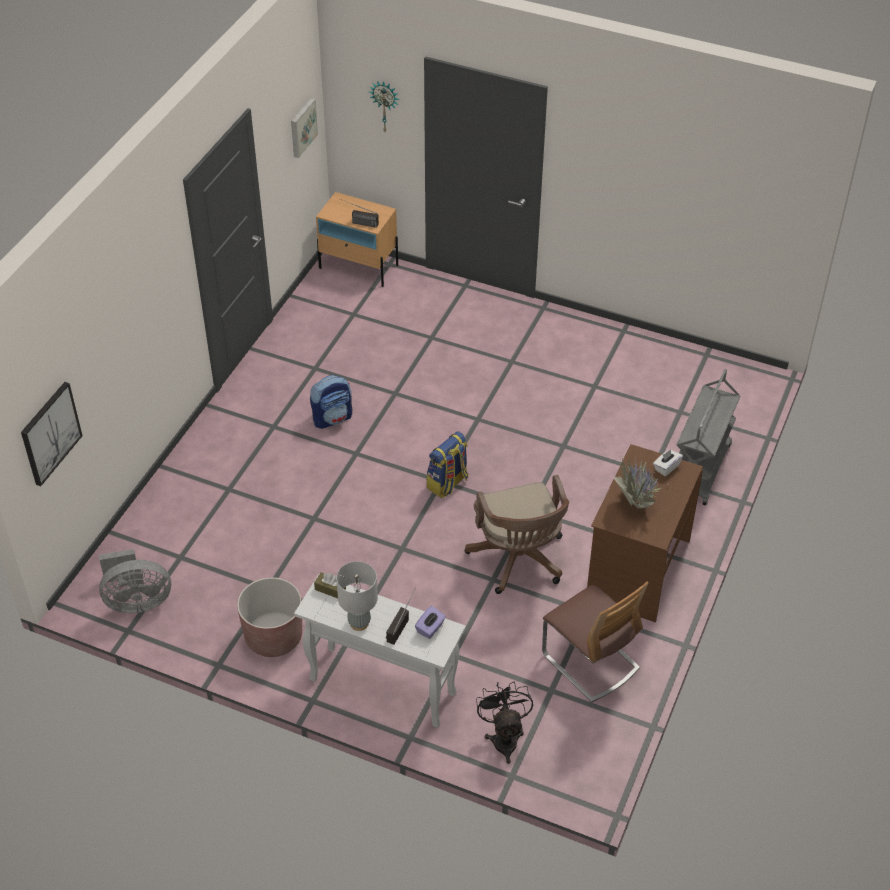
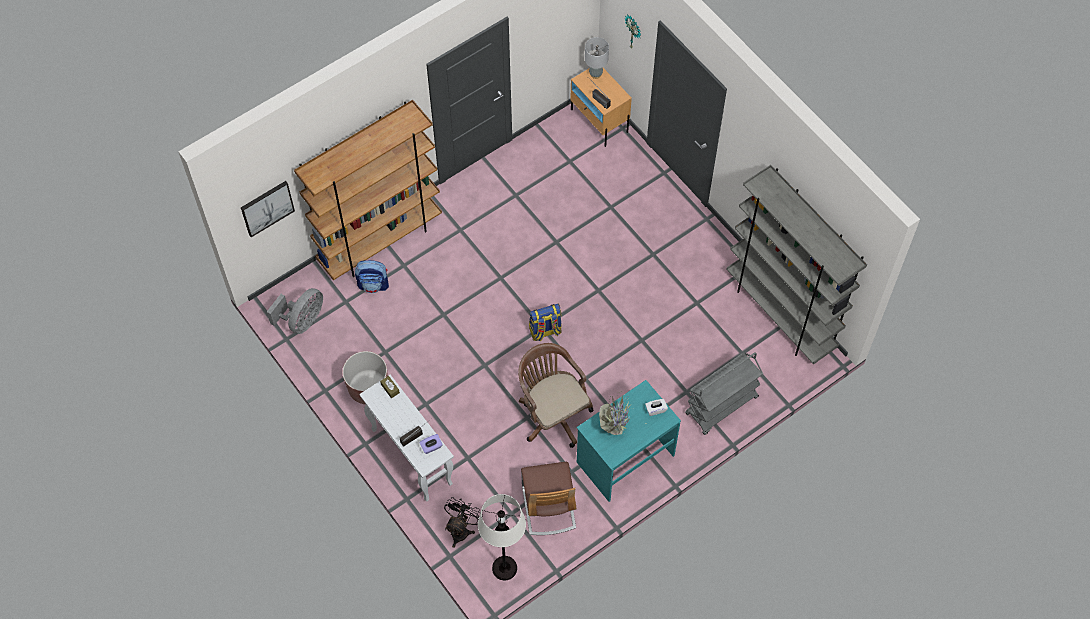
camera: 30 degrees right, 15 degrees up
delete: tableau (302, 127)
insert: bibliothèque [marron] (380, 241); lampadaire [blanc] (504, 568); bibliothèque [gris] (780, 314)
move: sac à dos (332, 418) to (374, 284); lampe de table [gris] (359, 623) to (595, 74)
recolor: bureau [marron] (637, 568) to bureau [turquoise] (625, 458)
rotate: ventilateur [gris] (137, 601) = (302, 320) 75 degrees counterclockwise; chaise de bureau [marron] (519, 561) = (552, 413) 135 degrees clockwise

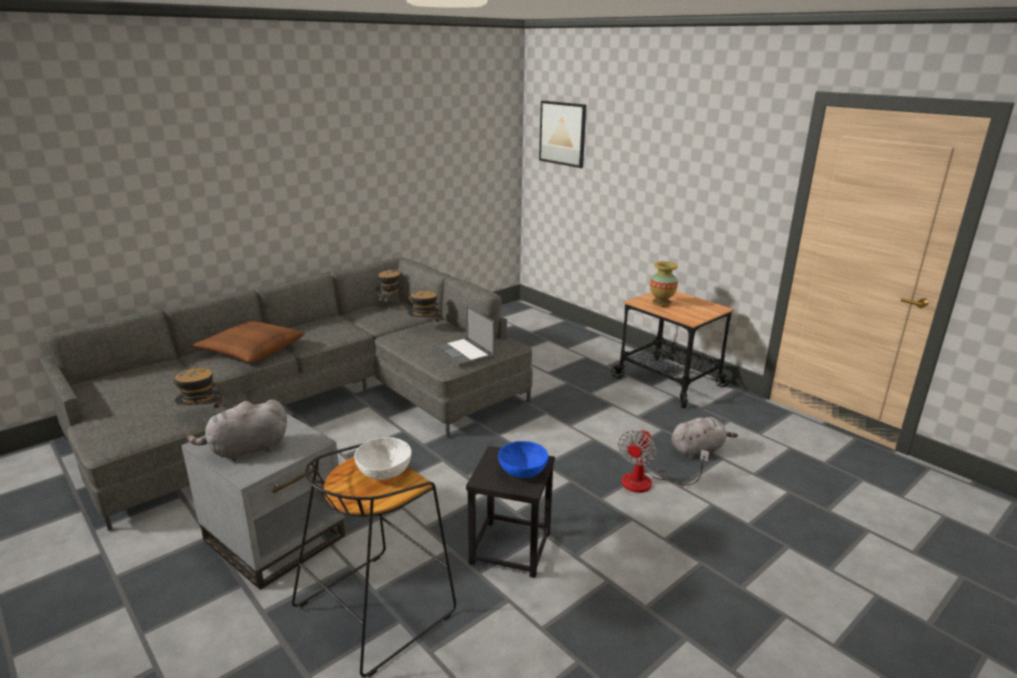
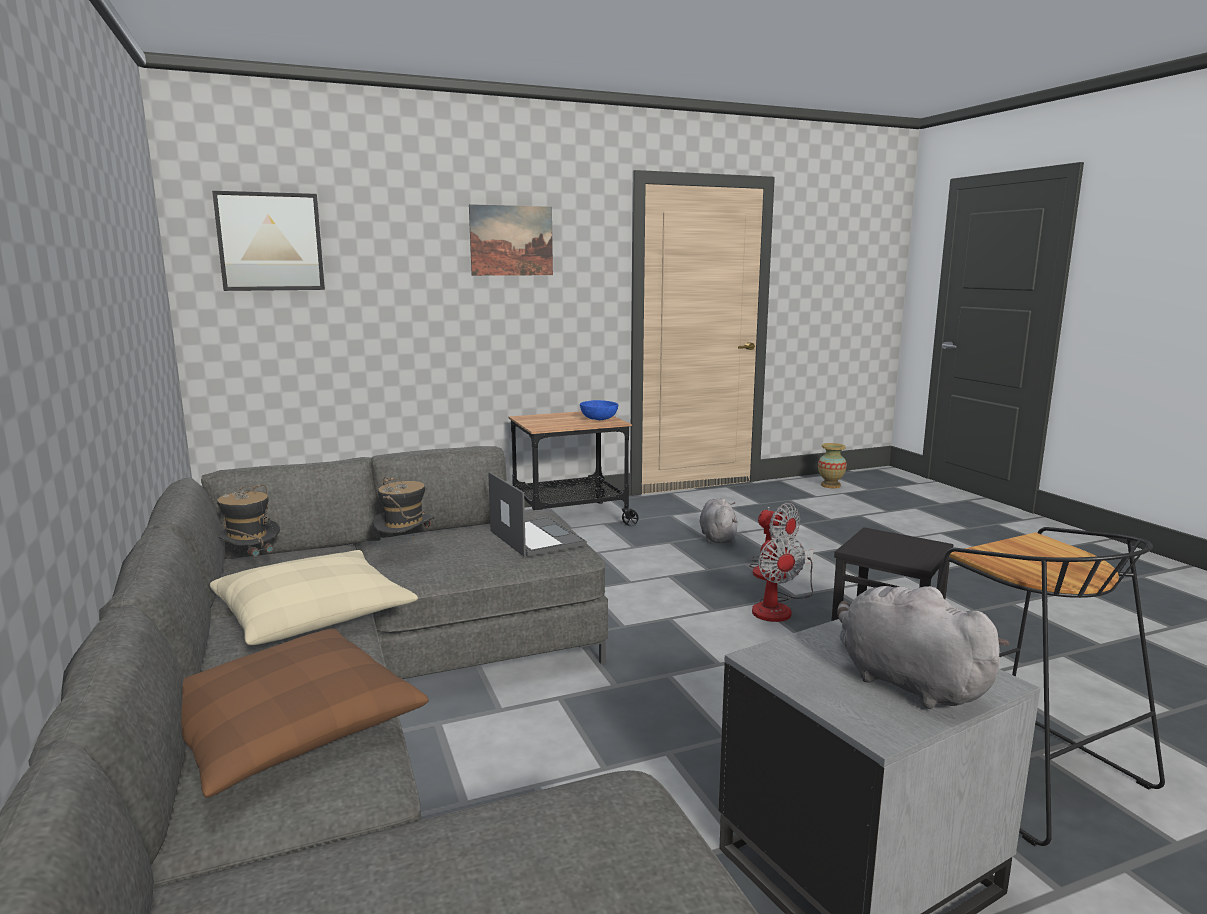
camera: 70 degrees left, 10 degrees down
delete: chapeau (202, 417); bol [blanc] (384, 471)
insert: coussin [beige] (313, 614); tableau (511, 240); ventilateur (778, 608)
move: bol [bleu] (522, 471) to (598, 419); vase (661, 303) to (830, 485)
rotate: ordinateur portable (464, 352) = (536, 537) 105 degrees counterclockwise; peluche [gris] (245, 450) = (905, 682) 150 degrees clockwise

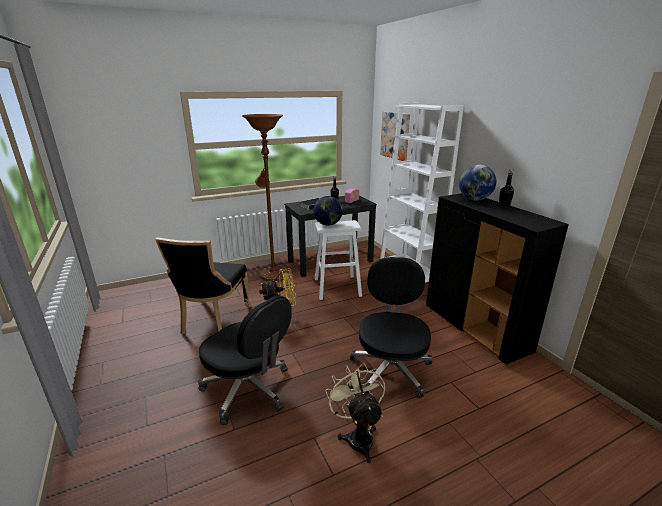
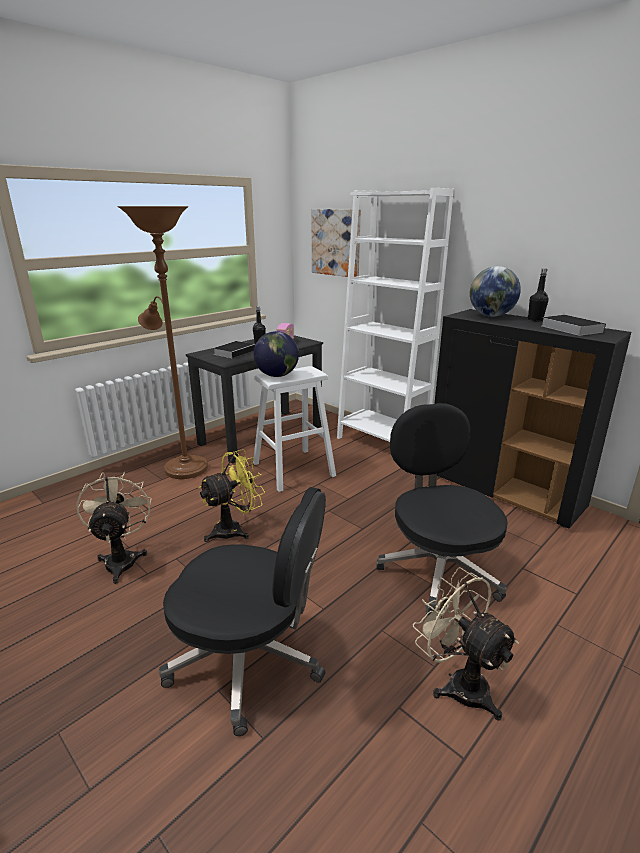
camera: 20 degrees left, 0 degrees up
insert: livre (569, 328)
replace: chaise [noir] (213, 320) to ventilateur [beige] (122, 559)

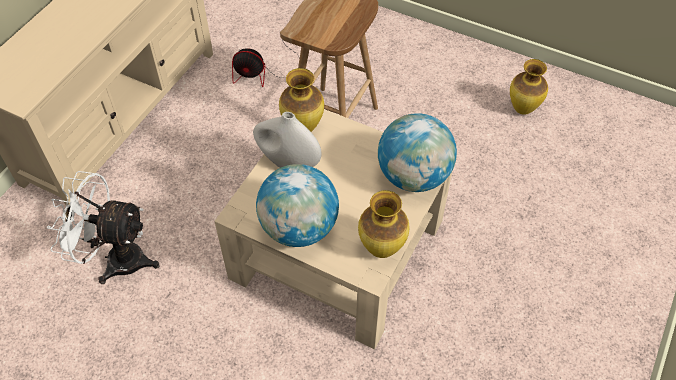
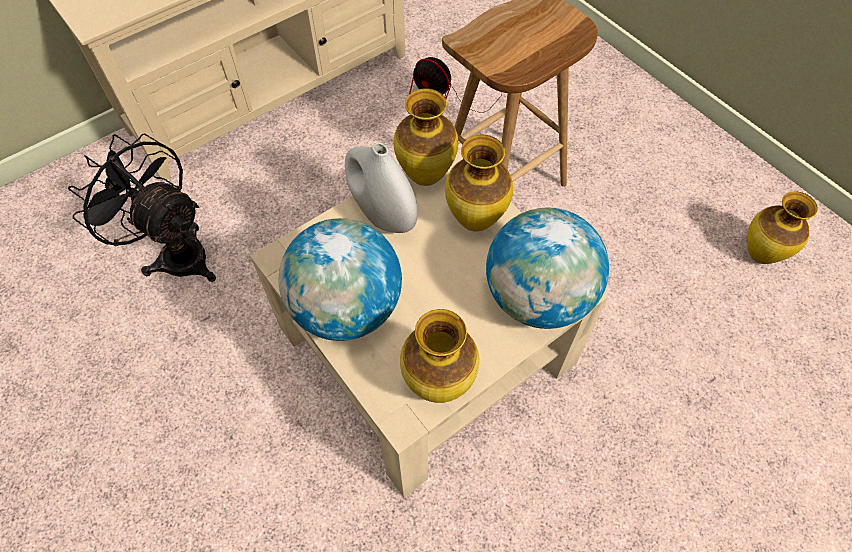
camera: 25 degrees right, 5 degrees up
insert: vase (474, 221)
recolor: ventilateur [blanc] (116, 259) to ventilateur [noir] (175, 253)

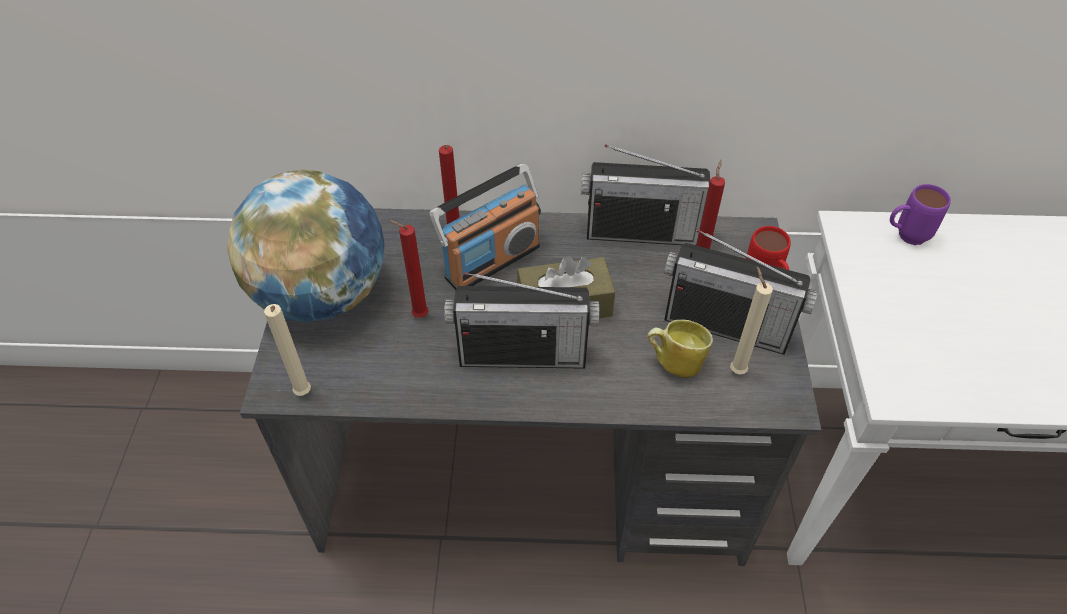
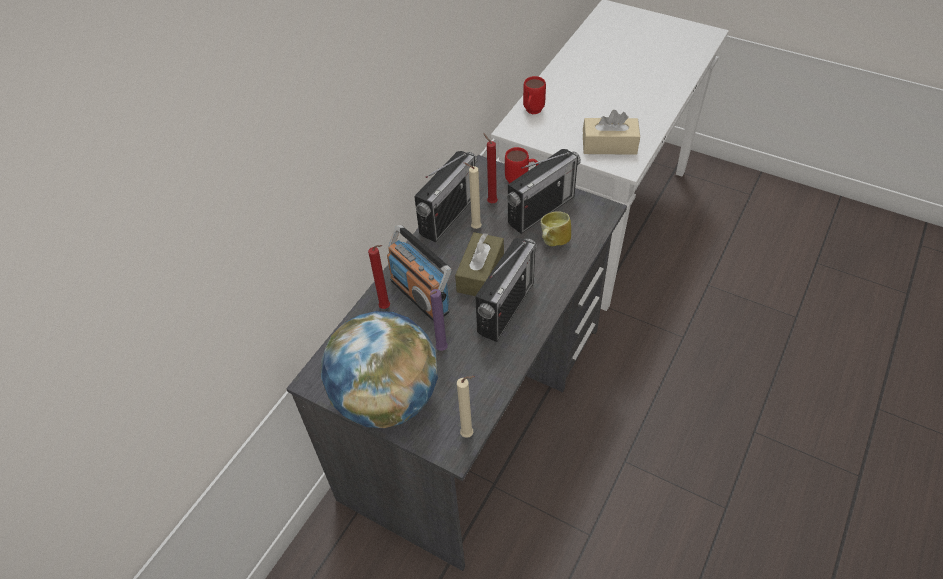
camera: 60 degrees left, 0 degrees up
insert: boîte à mouchoirs [beige] (609, 145)
move: bougie [beige] (735, 369) to (474, 228)
recolor: bougie [rouge] (417, 315) to bougie [violet] (441, 350); mug [violet] (904, 237) to mug [rouge] (532, 112)
rotate: radio (491, 261) = (420, 295) 150 degrees clockwise

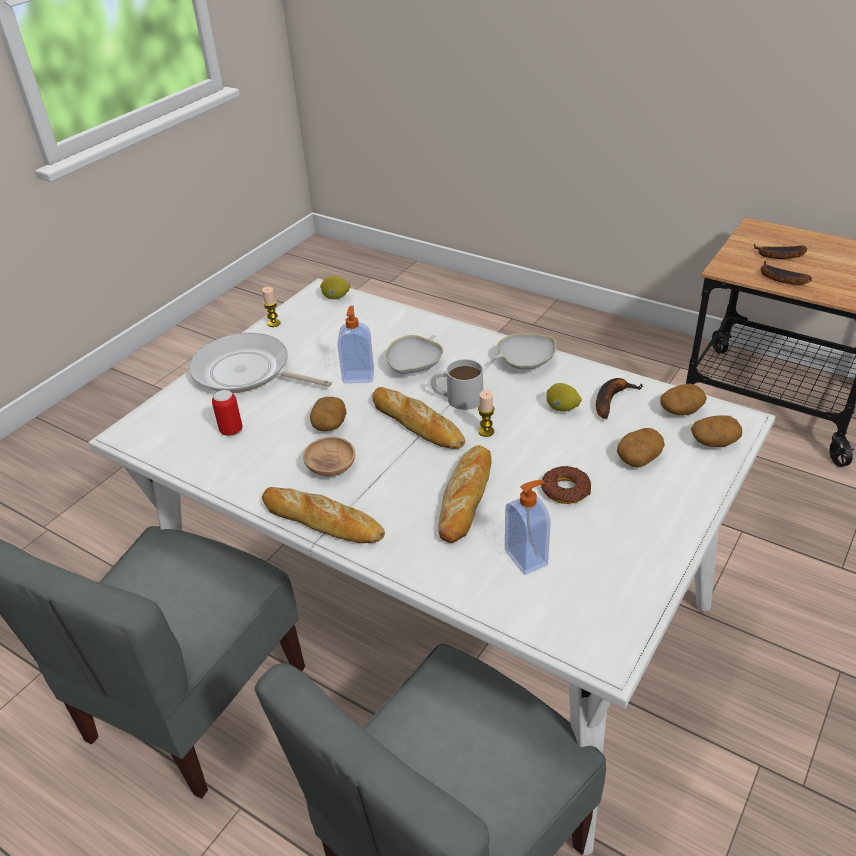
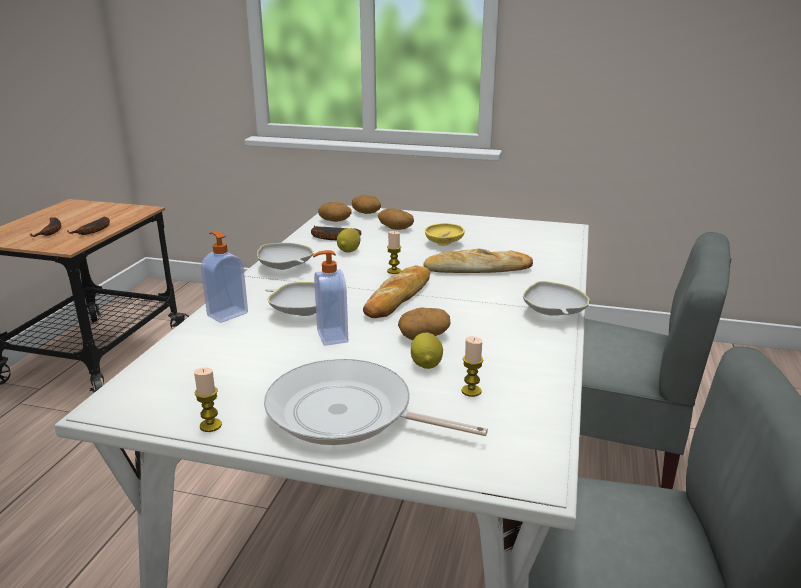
camera: 110 degrees left, 15 degrees down
delete: bol [marron] (331, 467); mug [blanc] (457, 398)
move: distributeur de savon (527, 557) to (227, 314); citron (335, 297) to (426, 364)
replace: beignet (565, 490) to bol [jaune] (444, 243); boîte métallique (231, 430) to bougie (471, 391); pain (322, 521) to bol [blanc] (553, 313)
rotate: poêle (246, 372) = (347, 414) 105 degrees clockwise

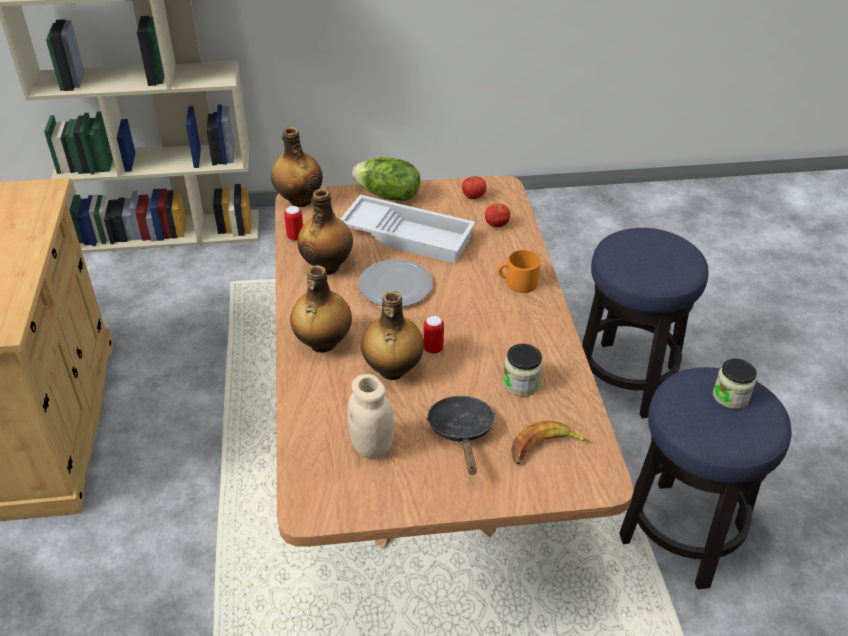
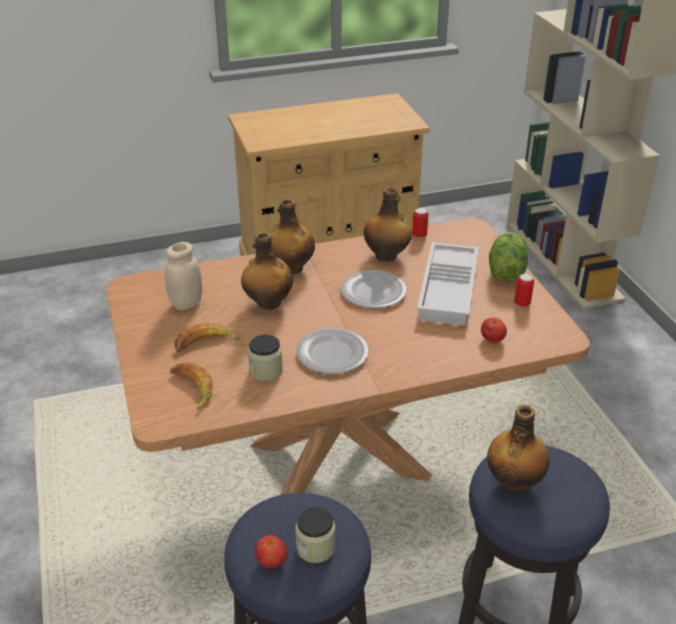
camera: 80 degrees right, 5 degrees down
delete: mug [orange] (517, 282)
insert: assiette (332, 354)
move: tomate (473, 197) to (271, 561); bouteille (299, 200) to (514, 483); boîte métallique (433, 349) to (522, 303)
replace: poêle [noir] (462, 432) to banane (205, 344)

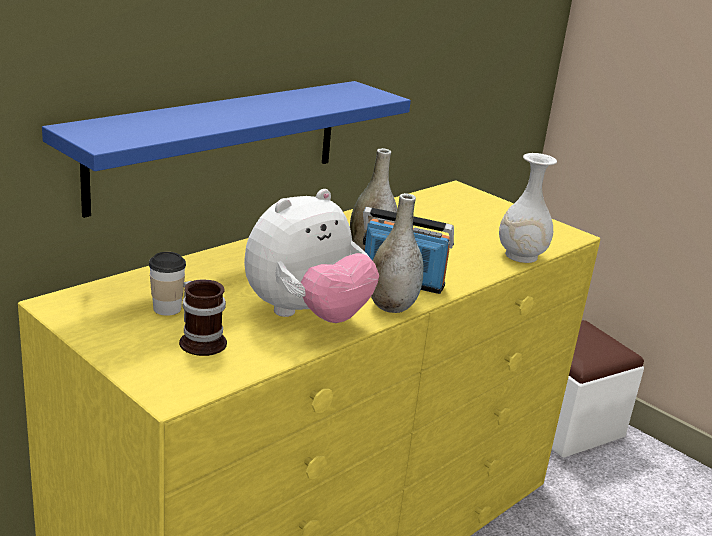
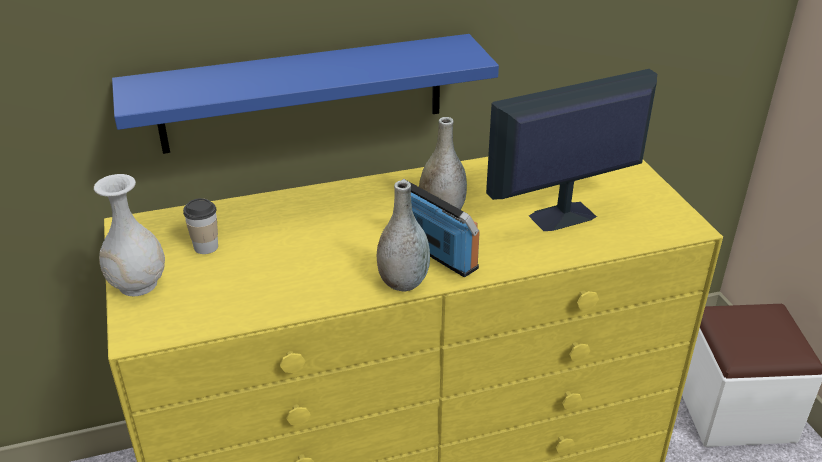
camera: 30 degrees right, 10 degrees up
delete: mug (202, 340); peluche (306, 315)
insert: écran d'ordinateur (561, 216)
move: vase [blanc] (520, 255) to (138, 284)

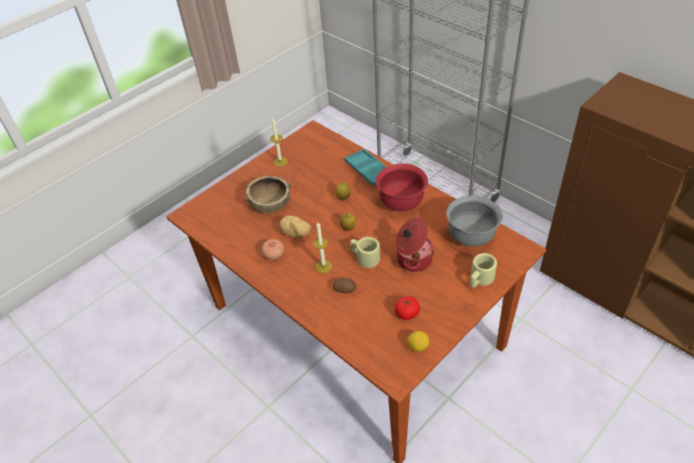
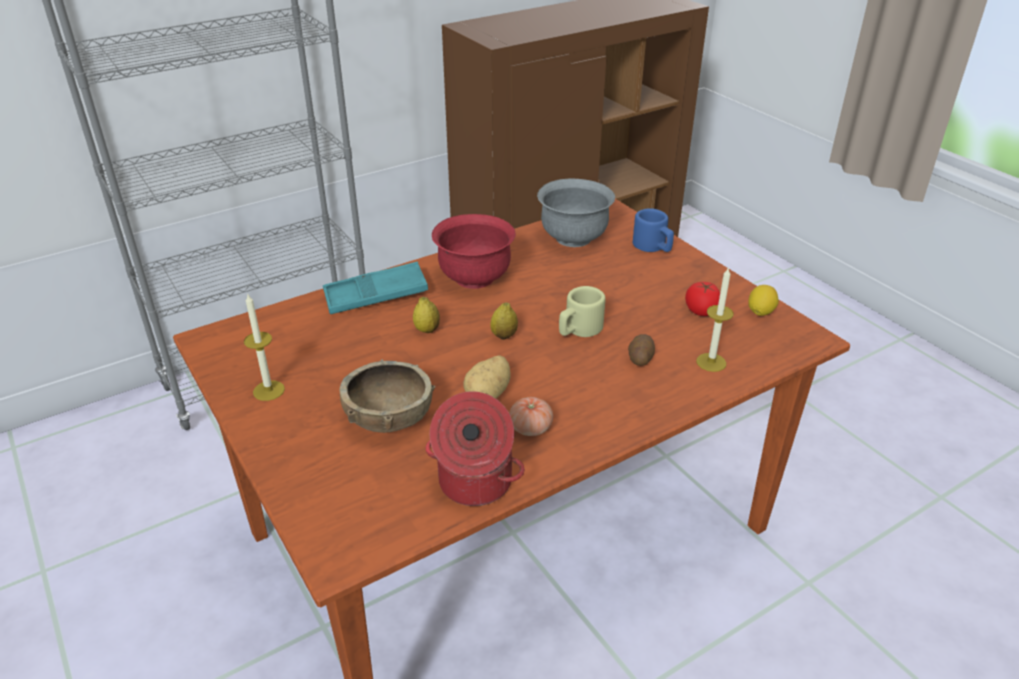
camera: 80 degrees left, 10 degrees down
move: marmite (413, 259) to (474, 483); bougie (323, 266) to (711, 362)
recolor: mug [beige] (480, 280) to mug [bleu] (653, 247)

